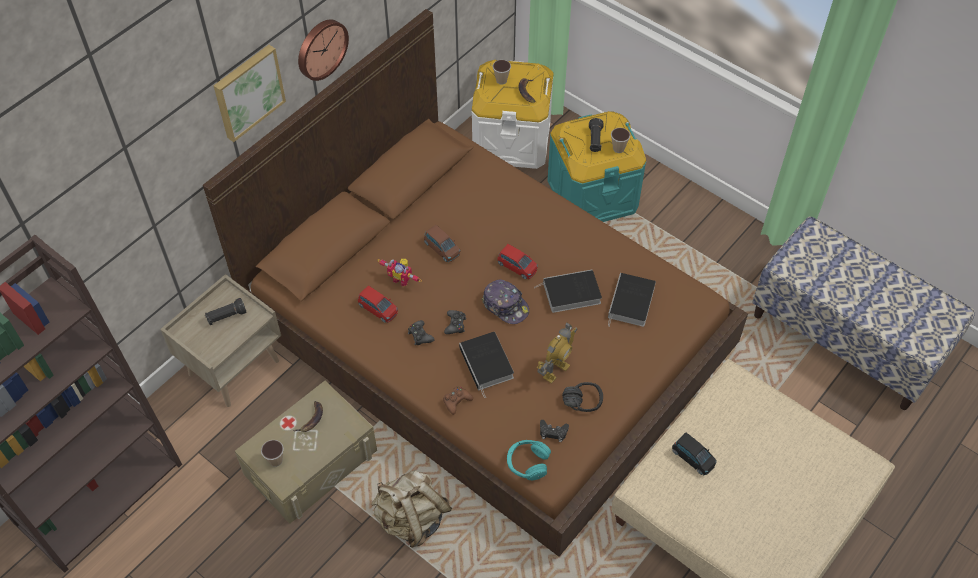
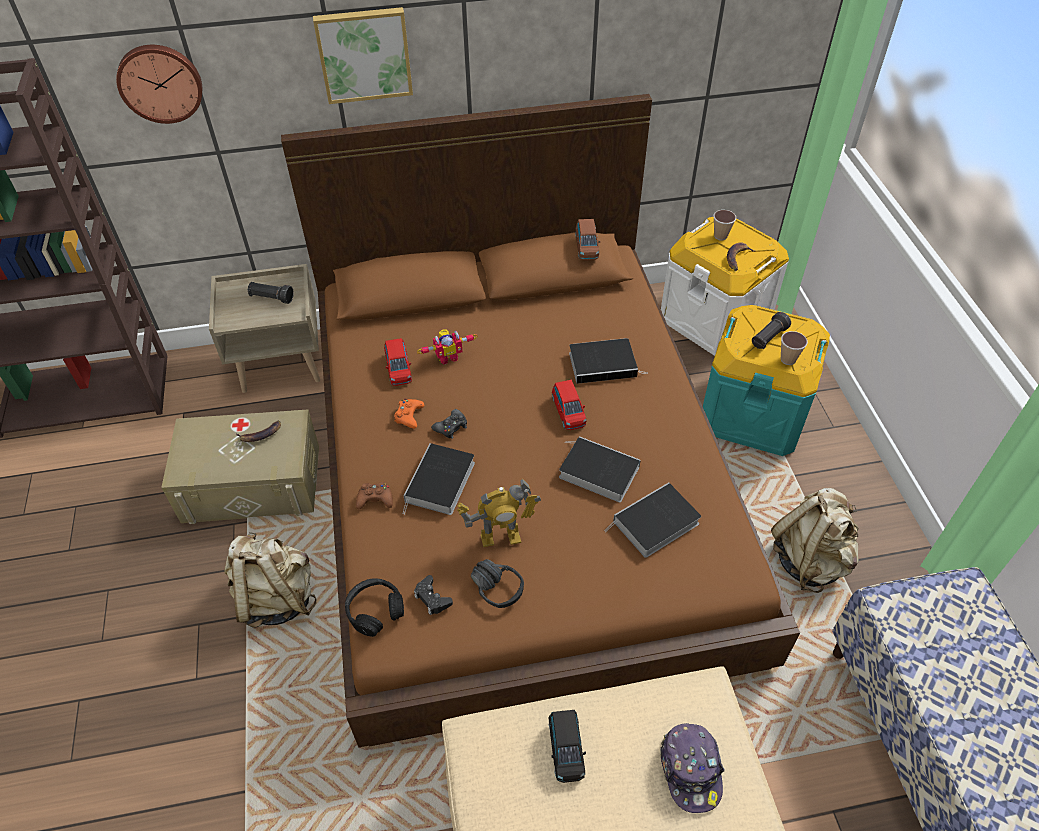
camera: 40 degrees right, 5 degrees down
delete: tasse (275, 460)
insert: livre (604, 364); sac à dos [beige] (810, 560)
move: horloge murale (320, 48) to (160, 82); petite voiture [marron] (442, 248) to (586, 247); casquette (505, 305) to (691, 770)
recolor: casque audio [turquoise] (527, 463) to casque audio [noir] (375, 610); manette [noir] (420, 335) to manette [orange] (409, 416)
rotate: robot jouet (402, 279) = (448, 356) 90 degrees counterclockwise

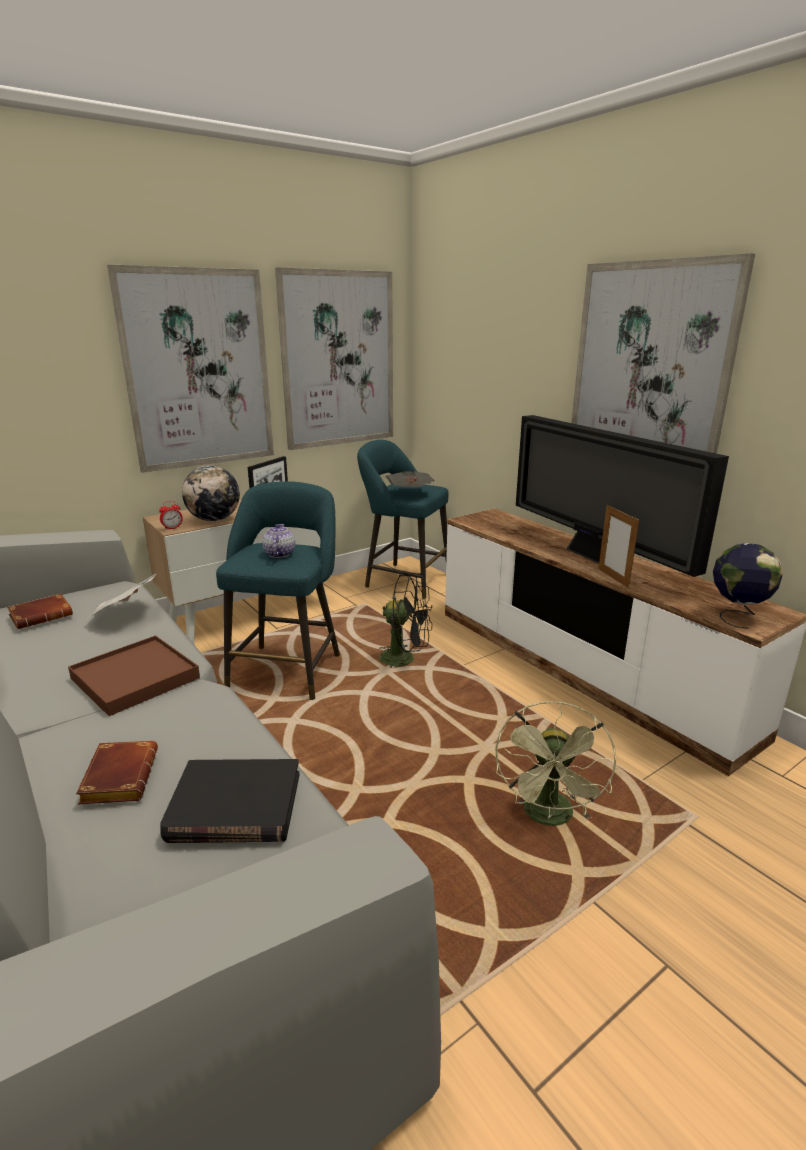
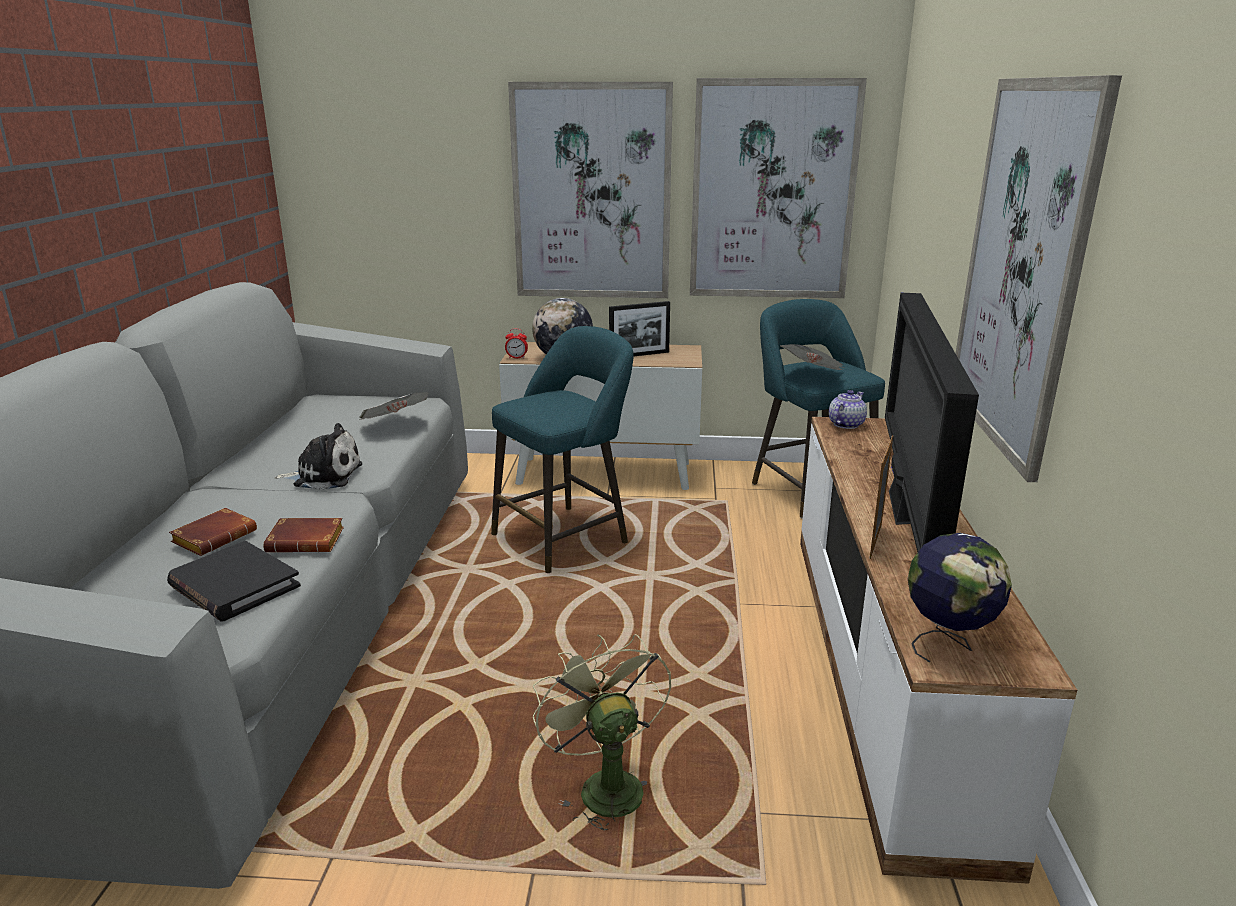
camera: 40 degrees right, 0 degrees up
delete: ventilateur [noir] (405, 659)
move: livre [marron] (43, 615) to (308, 541); théière (279, 554) to (845, 424)
replace: plateau [marron] (135, 678) to peluche (324, 476)
rotate: ventilateur [vert] (550, 818) = (603, 785) 105 degrees clockwise

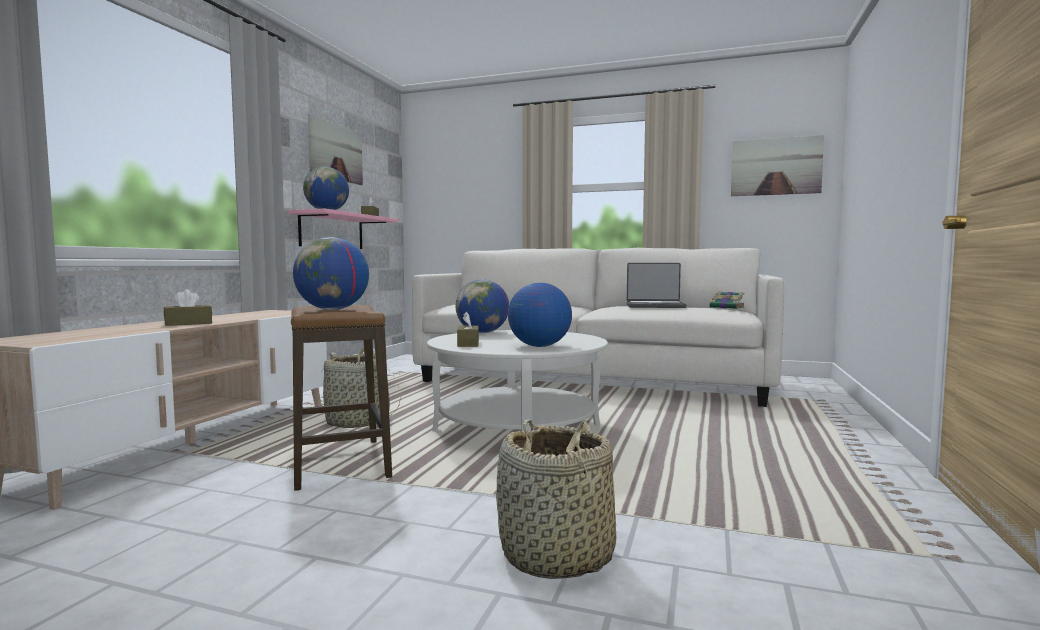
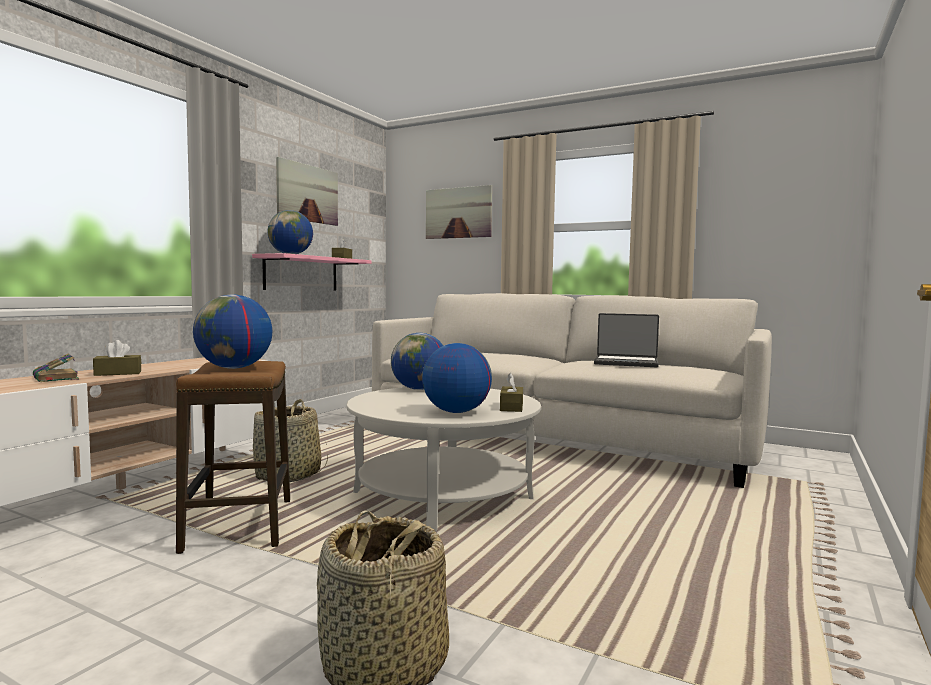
camera: 10 degrees right, 0 degrees up
move: livre (727, 307) to (56, 378); tableau (775, 166) to (458, 213); boîte à mouchoirs [marron] (468, 344) to (511, 407)

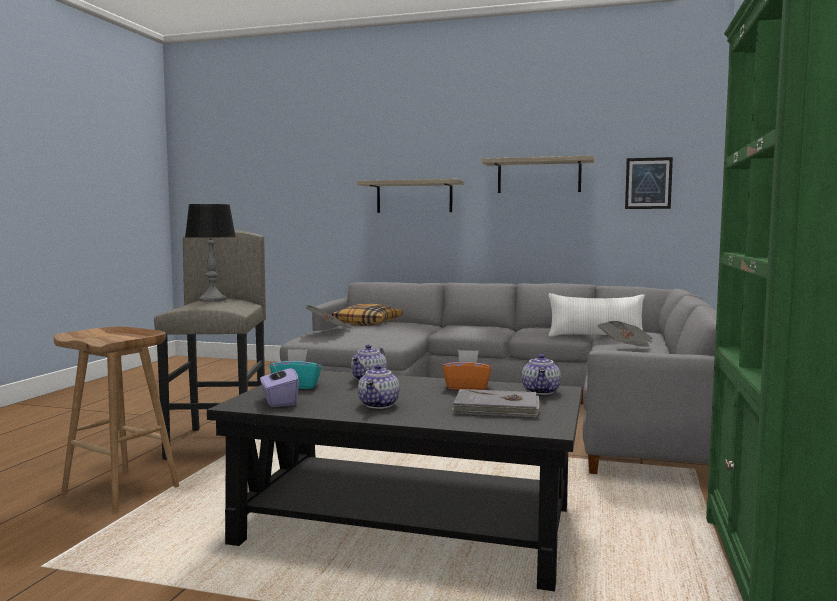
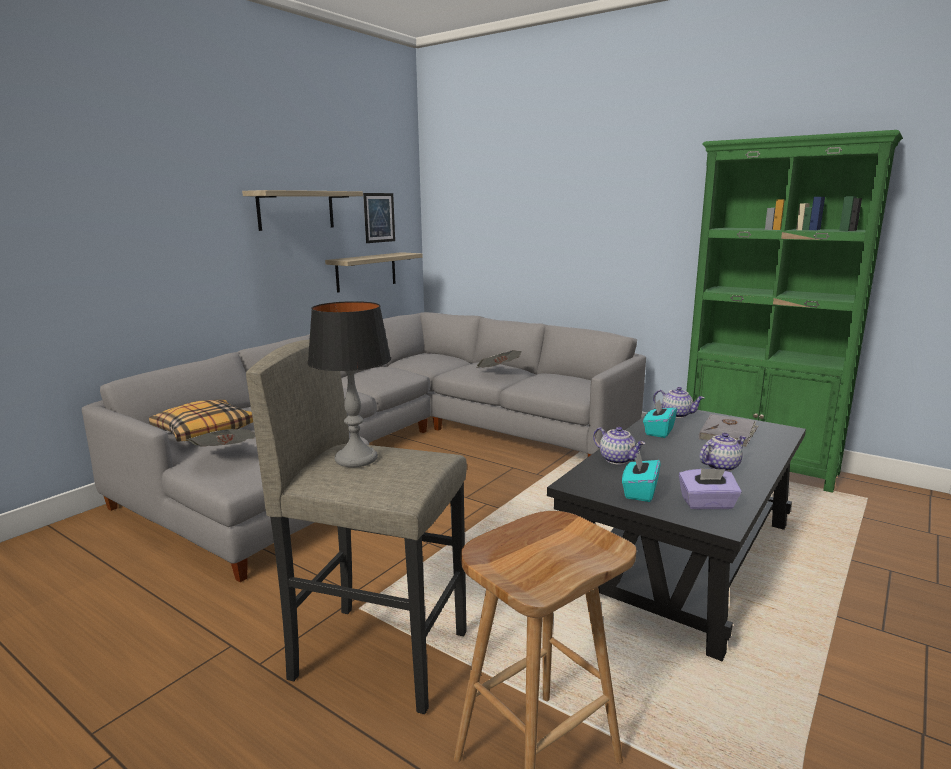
camera: 70 degrees left, 10 degrees up
delete: coussin [blanc] (595, 336)
move: étagère (414, 197) to (366, 271)
recolor: boîte à mouchoirs [orange] (467, 387) to boîte à mouchoirs [turquoise] (658, 431)
rotate: théière (379, 405) = (720, 466) 60 degrees counterclockwise

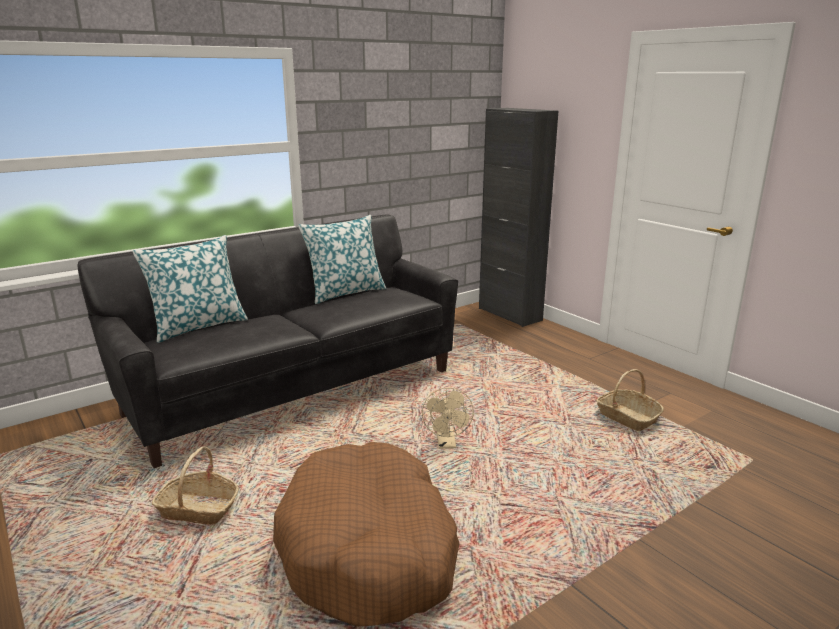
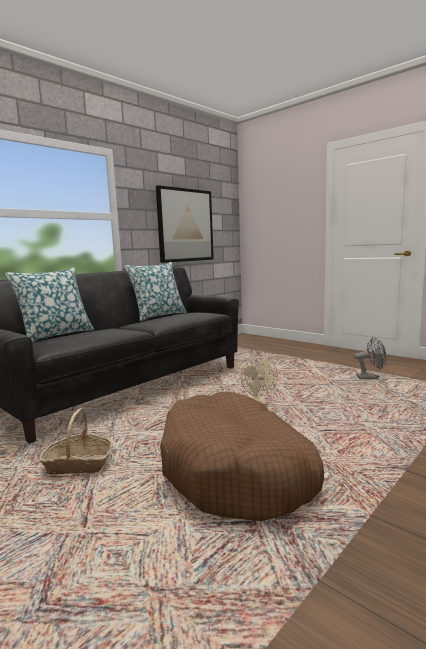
camera: 10 degrees left, 10 degrees down
delete: meuble de rangement [noir] (510, 314)
insert: tableau (185, 225)
replace: panier (627, 417) to ventilateur [gris] (371, 377)

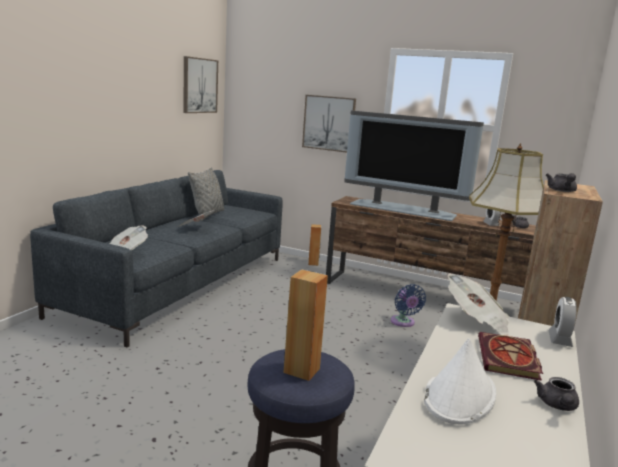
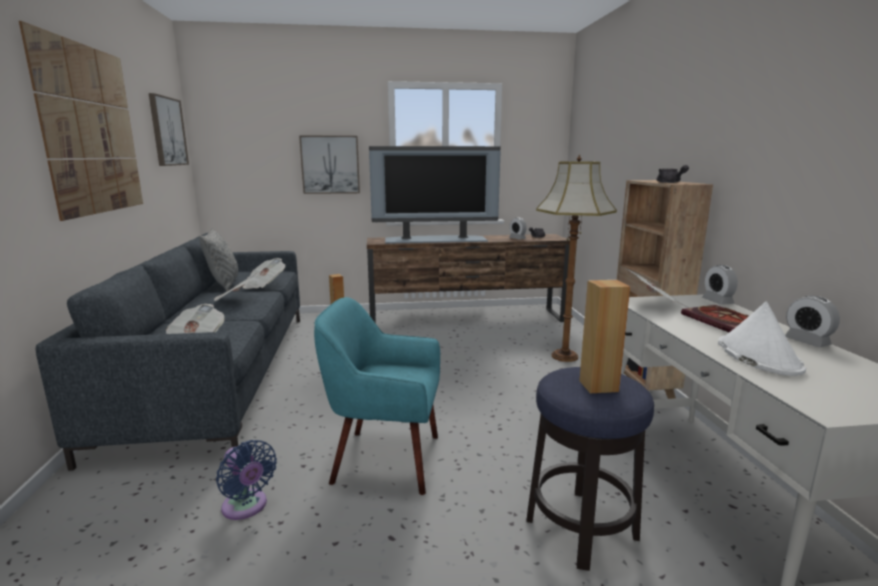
camera: 30 degrees left, 0 degrees up
insert: tableau (91, 130); journal (264, 284); fauteuil [turquoise] (385, 459)
move: ventilateur [bleu] (403, 323) to (246, 507)
replace: théière [gris] (557, 406) to réveil (806, 341)

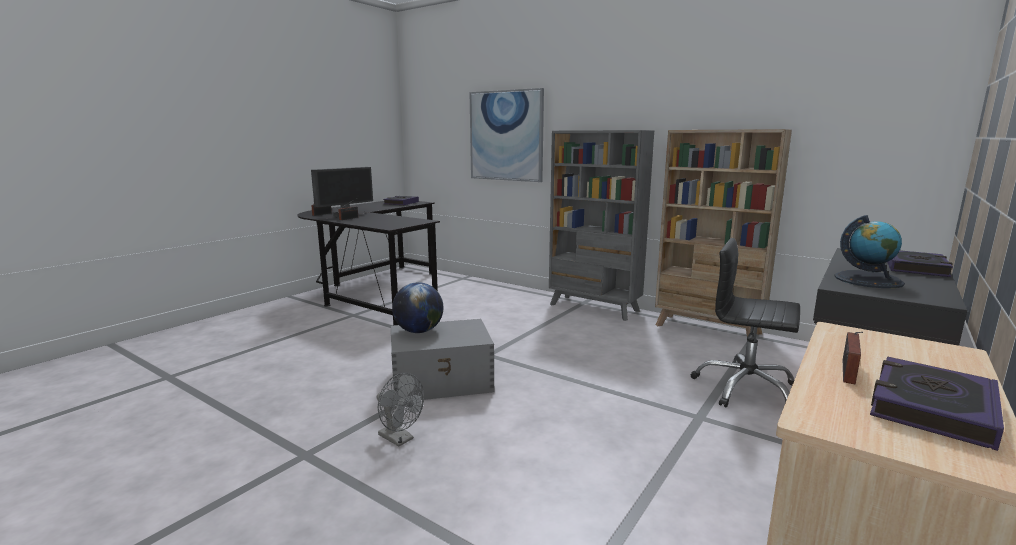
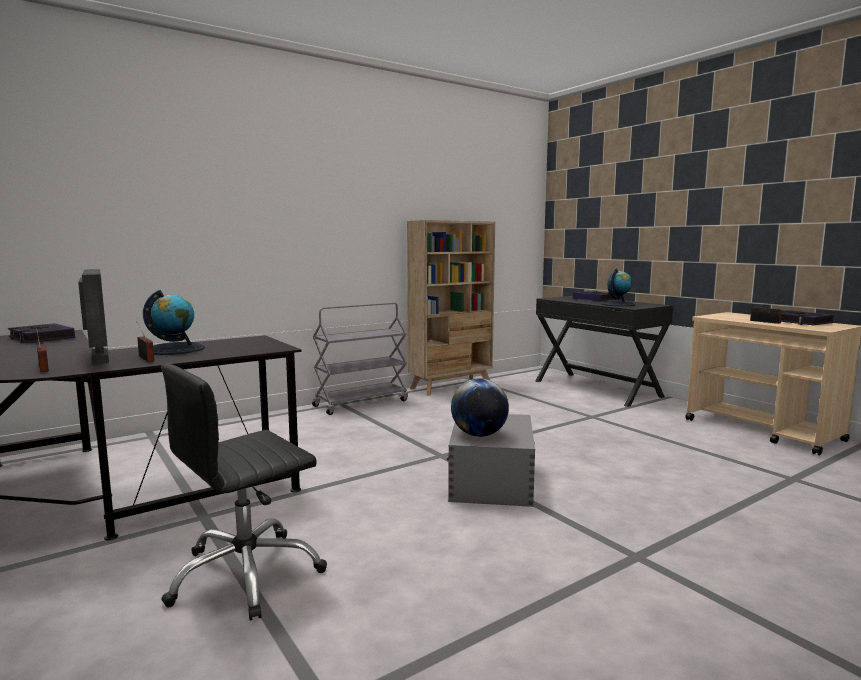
camera: 70 degrees left, 5 degrees down
delete: ventilateur [gris] (400, 439); tableau (506, 136)
insert: globe (175, 349)
move: chaise de bureau [noir] (745, 389) to (246, 575)
replace: bibliothèque [gris] (594, 308) to chariot [gris] (361, 403)

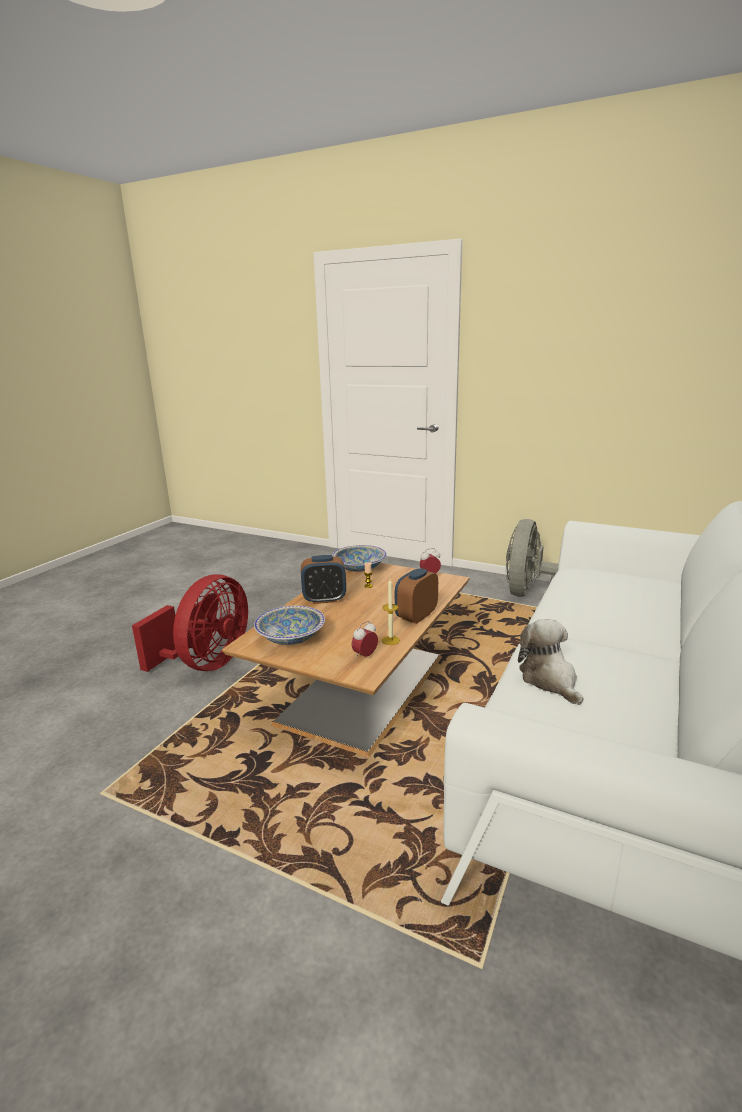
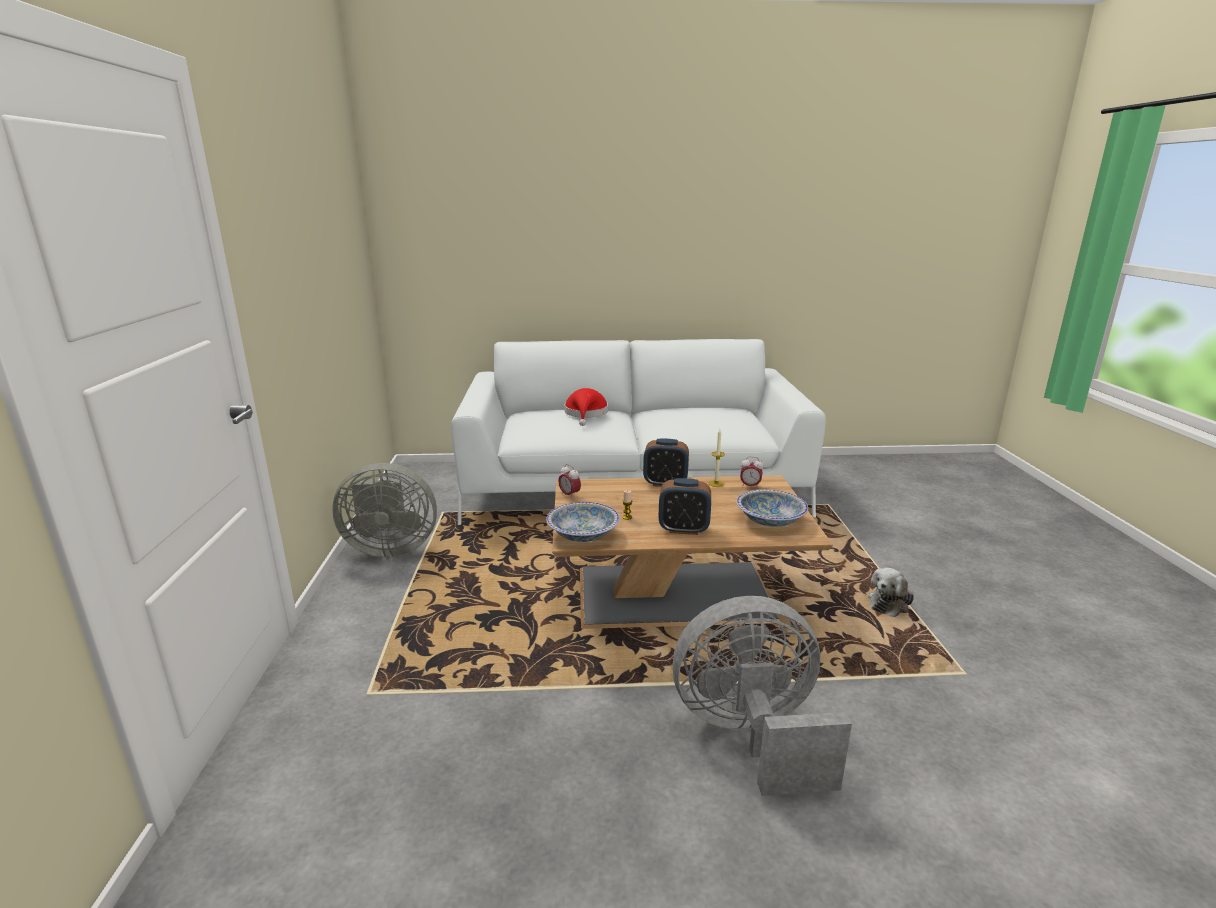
camera: 120 degrees left, 0 degrees up
insert: chapeau [rouge] (586, 414)
move: peluche (550, 680) to (889, 603)
recolor: ventilateur [rouge] (206, 663) to ventilateur [gris] (751, 736)
rotate: réveil (324, 599) = (683, 529) 135 degrees clockwise

